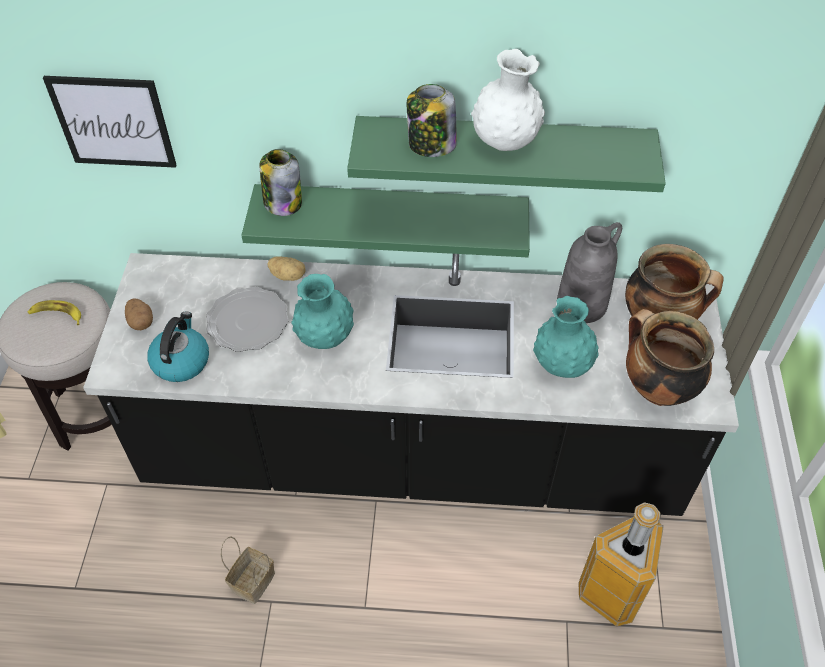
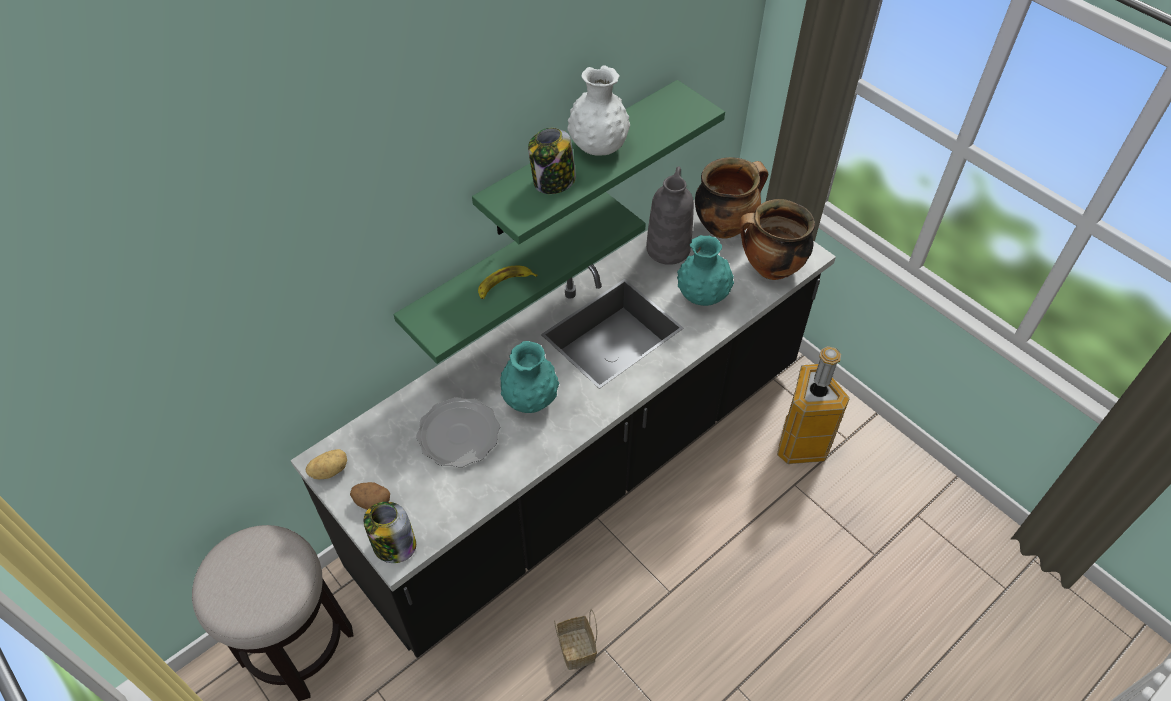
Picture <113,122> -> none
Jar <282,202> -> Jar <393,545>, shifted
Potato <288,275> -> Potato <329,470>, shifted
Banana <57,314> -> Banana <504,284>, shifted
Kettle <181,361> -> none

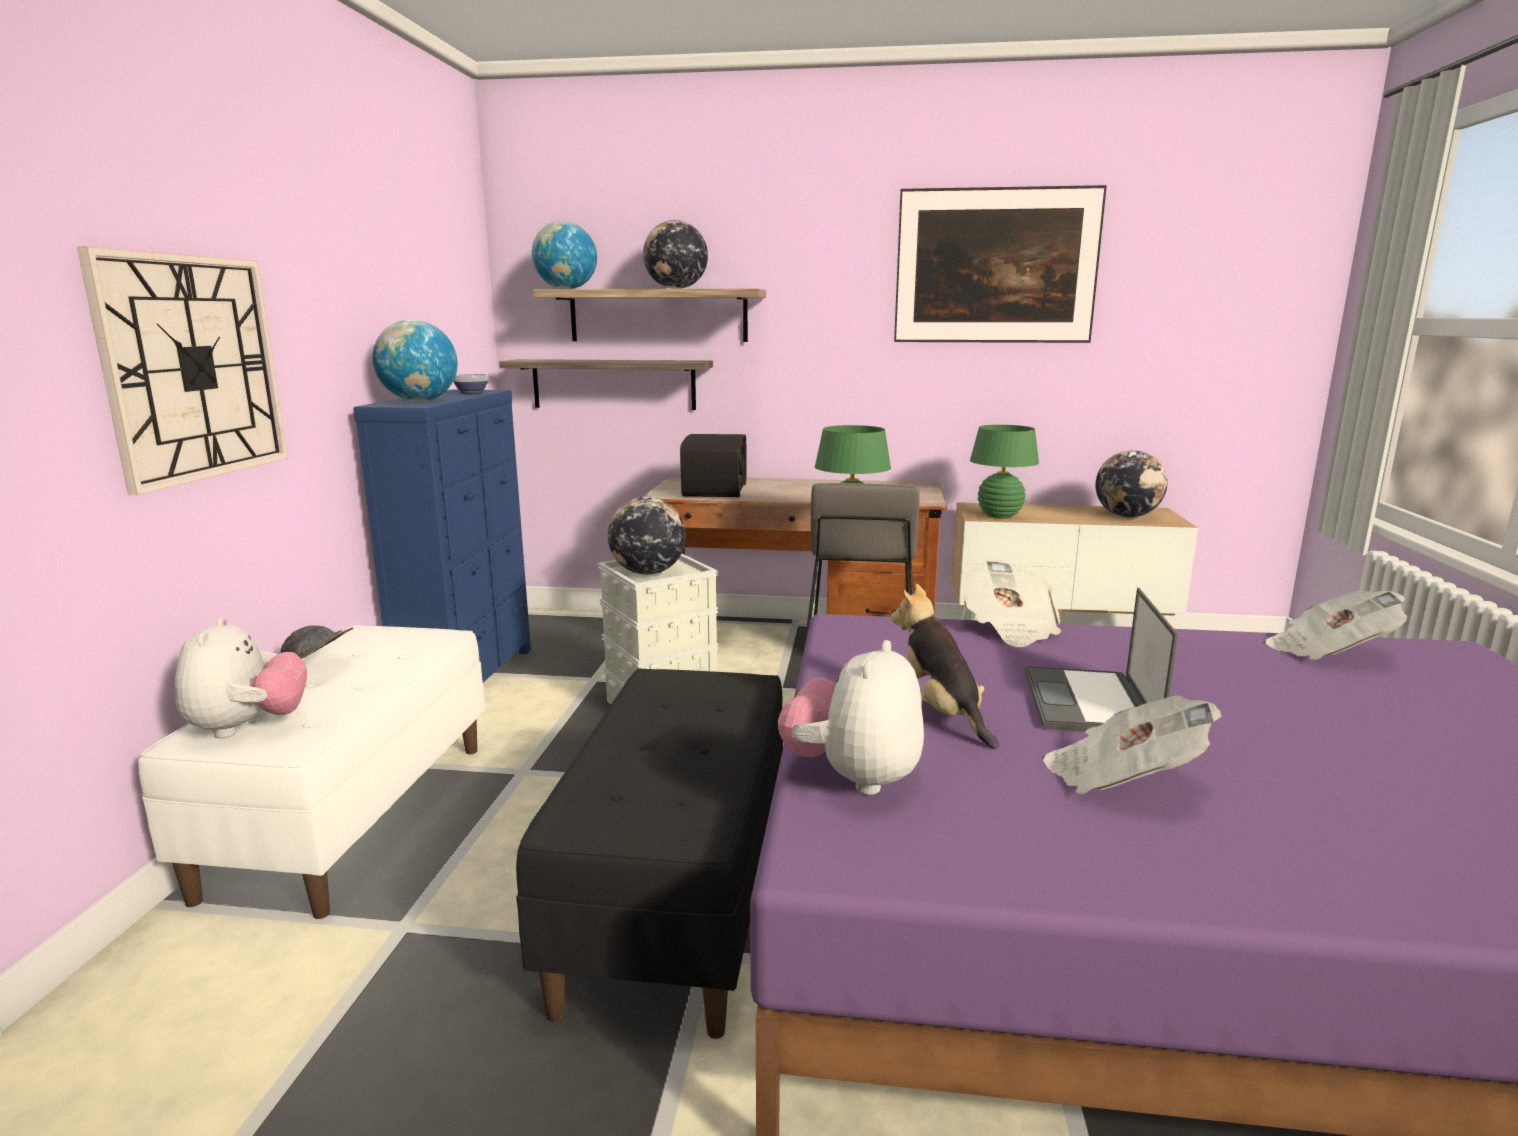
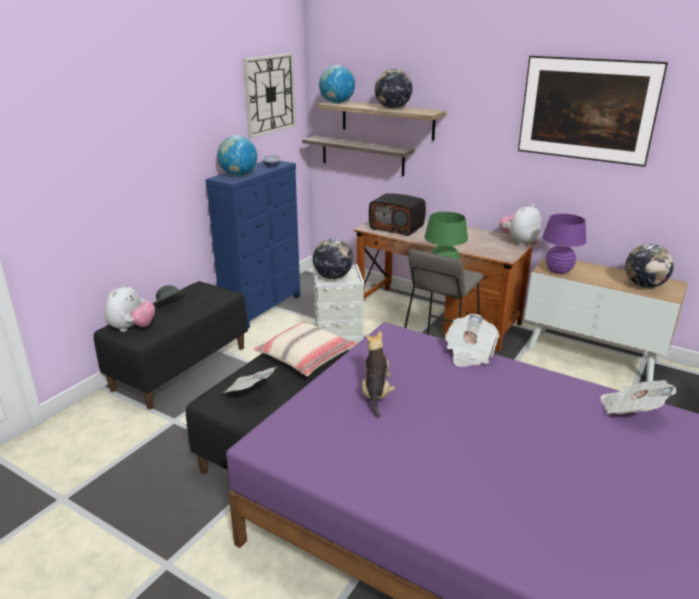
WallClock <193,368> -> WallClock <269,94>, shifted
GreenTableLamp <999,515> -> PurpleTableLamp <558,271>
Radio <713,490> -> Radio <397,227>, 90 degrees clockwise
Laptop <1089,703> -> none
WhiteBench <352,815> -> BlackBench <180,367>
PlushToy <853,777> -> PlushToy <518,241>, shifted
Newspaper <1121,779> -> Newspaper <250,392>, shifted
none -> BeigePillow <306,357>

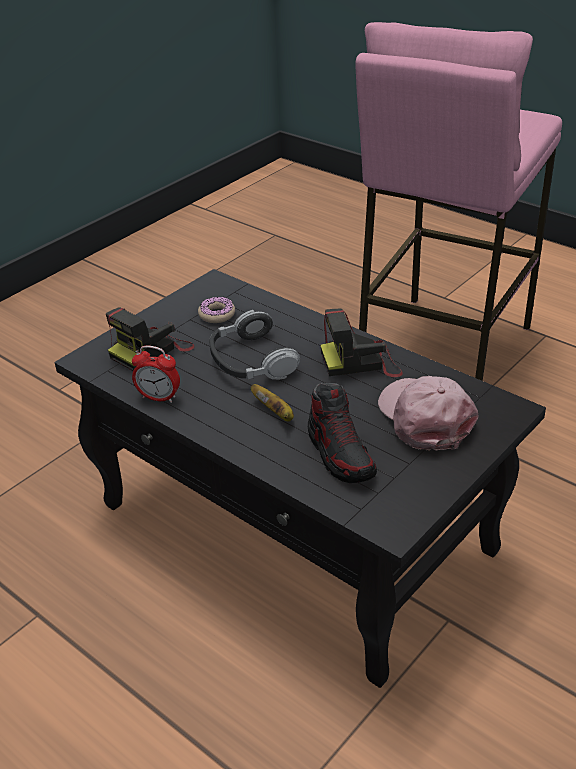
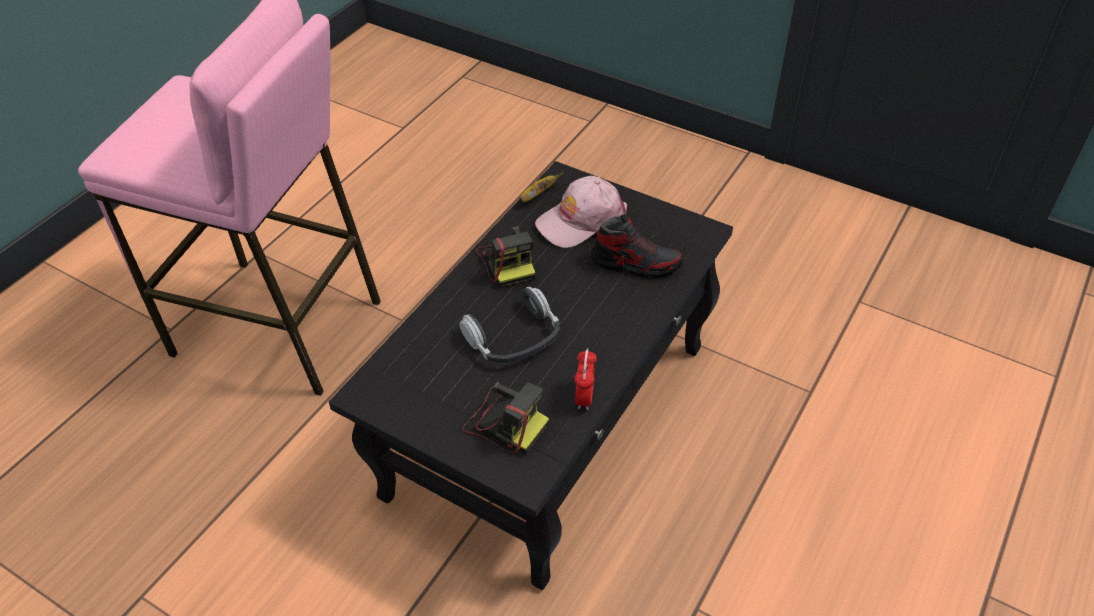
Donut <217,315> -> none
Shoe <340,454> -> Shoe <636,264>, 45 degrees clockwise
Banana <275,413> -> Banana <538,195>, shifted

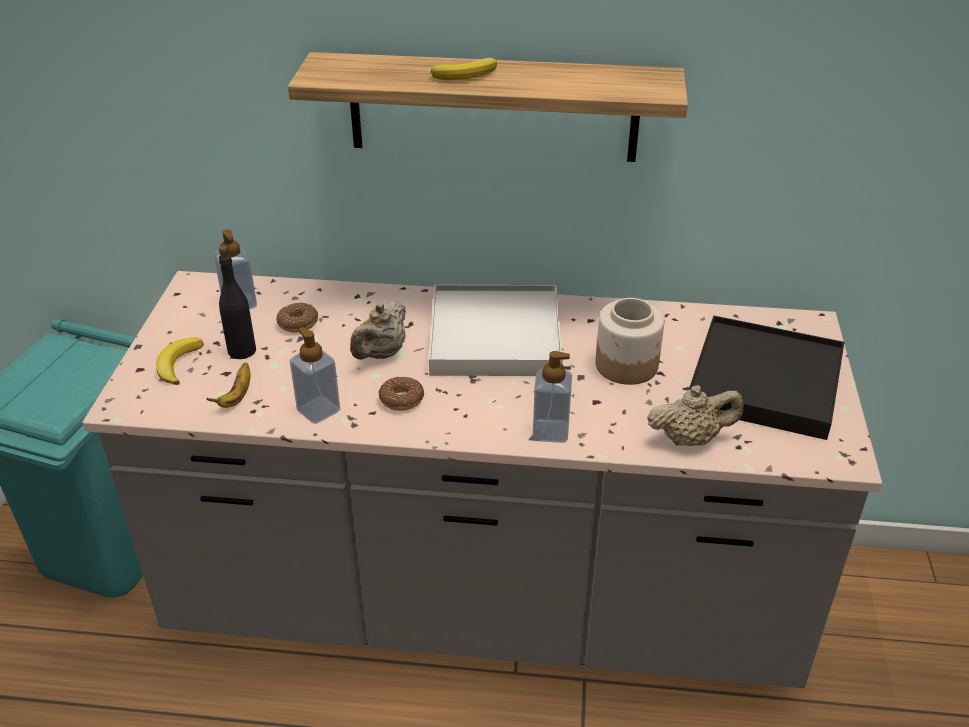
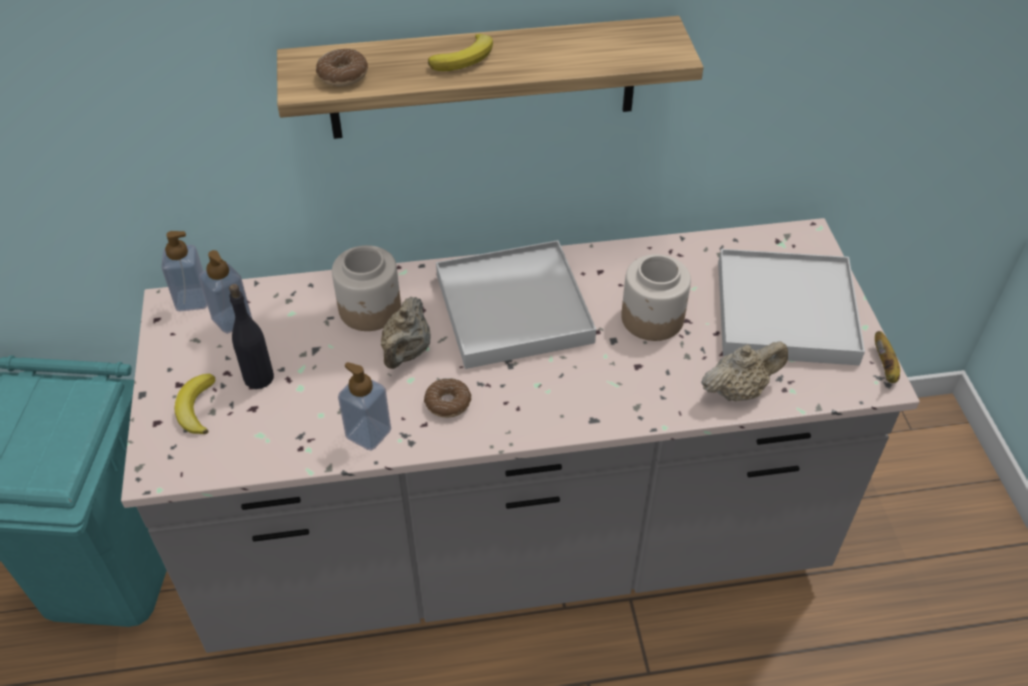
Donut <298,323> -> Donut <343,75>, shifted
BlackTray <764,382> -> WhiteTray <785,311>
SoapDispenser <550,431> -> SoapDispenser <192,300>, shifted
Banana <236,396> -> Banana <885,367>, shifted
none -> Jar <370,309>

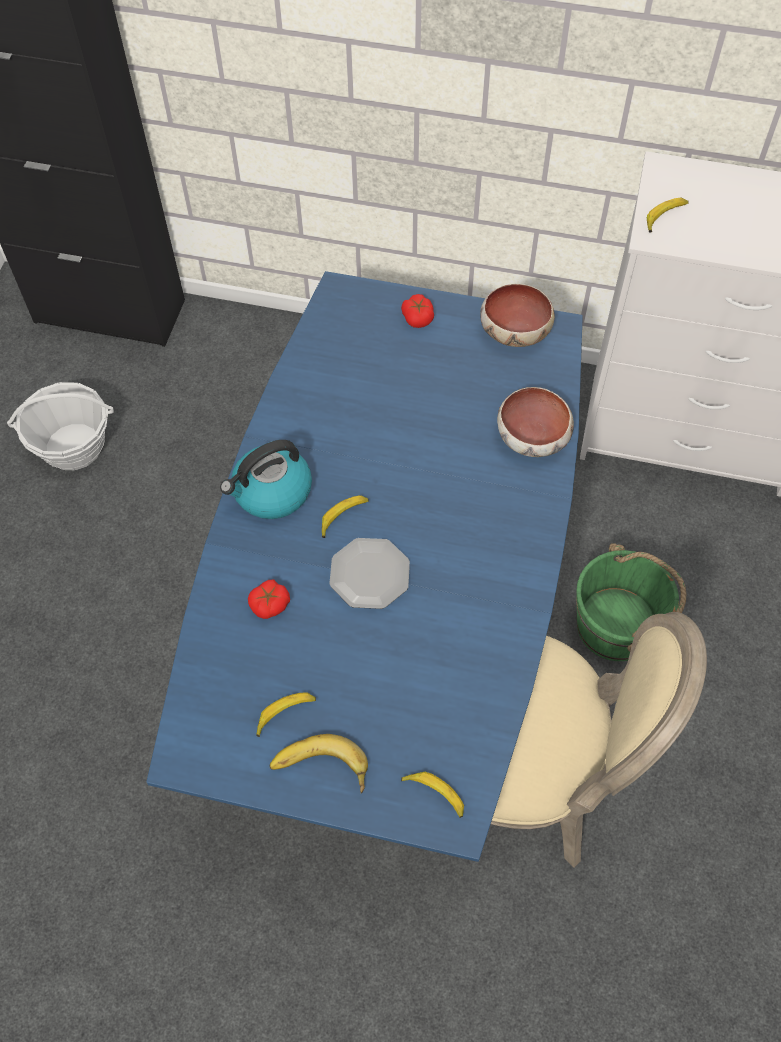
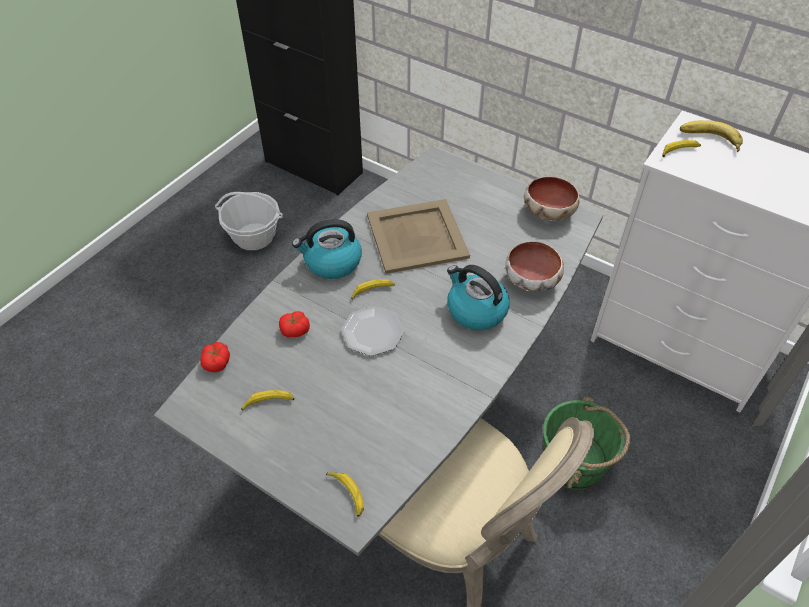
BlueDiningTable <392,640> -> GreyDiningTable <404,418>
Tomato <418,317> -> Tomato <217,362>, shifted
Banana <320,771> -> Banana <709,141>, shifted
none -> BeigeTray <417,235>
none -> Kettle <475,310>

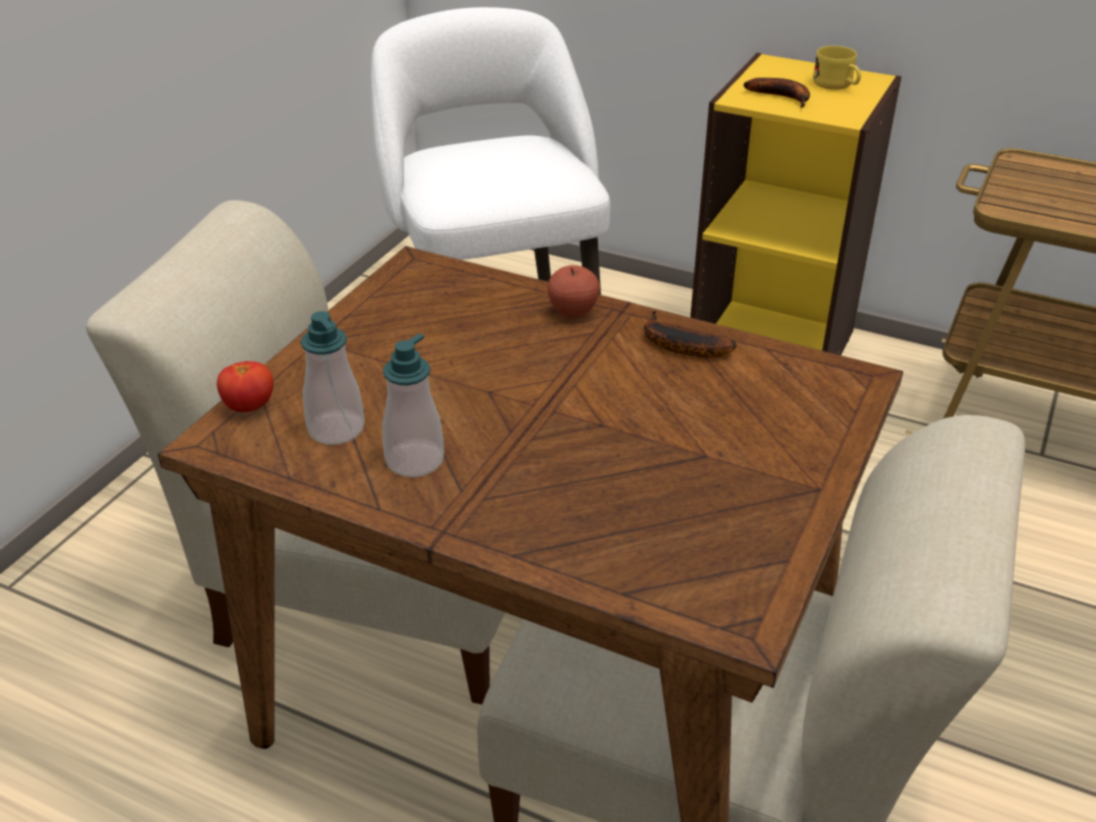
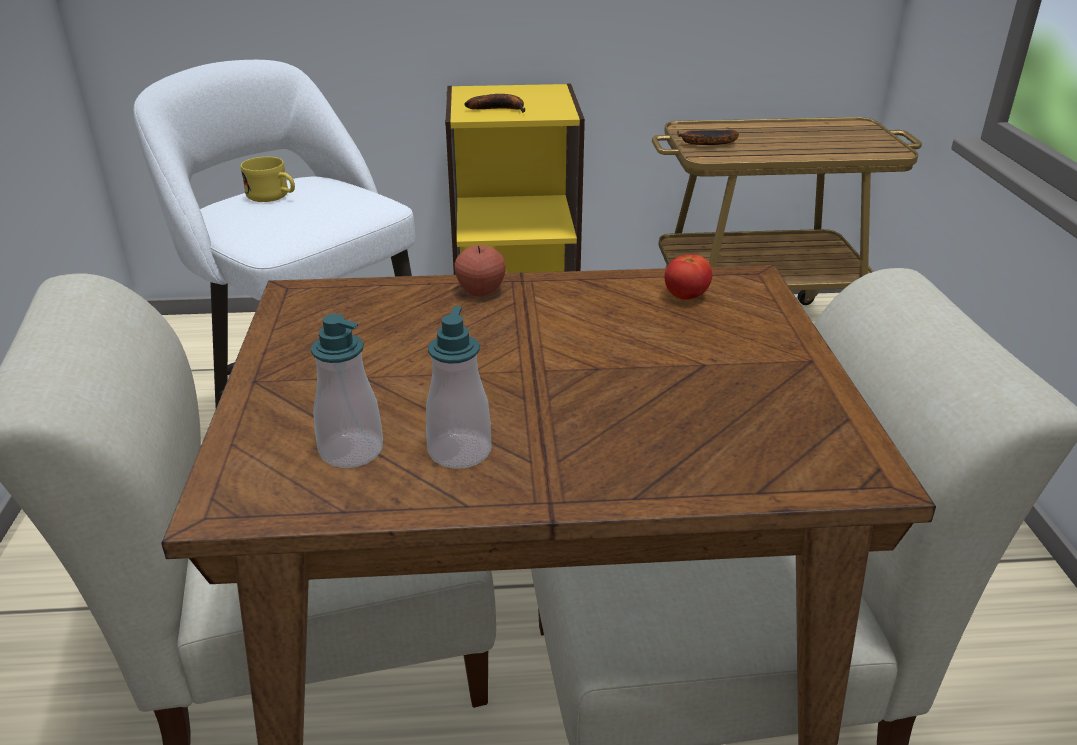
YellowMug <837,85> -> YellowMug <273,197>, shifted
Banana <678,345> -> Banana <705,143>, shifted
Tomato <250,407> -> Tomato <686,296>, shifted

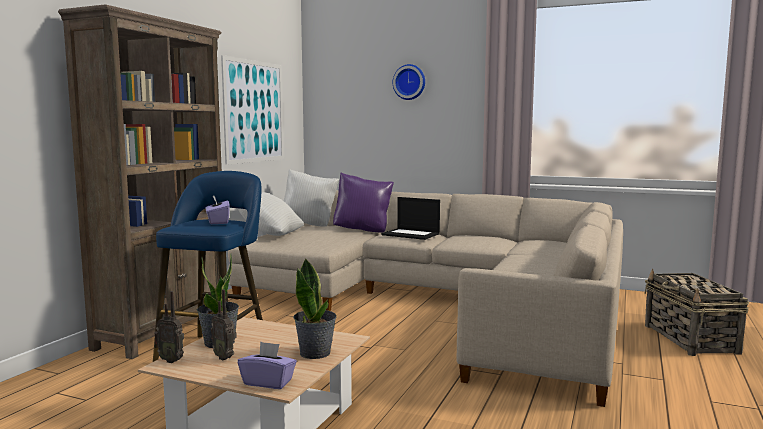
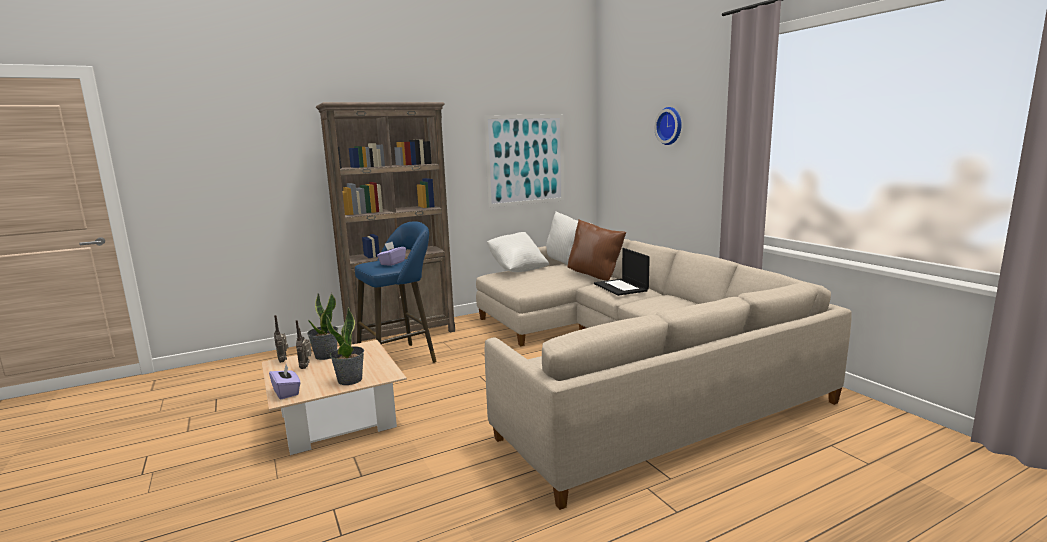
PurplePillow <363,231> -> BrownPillow <595,276>
Basket <690,339> -> none

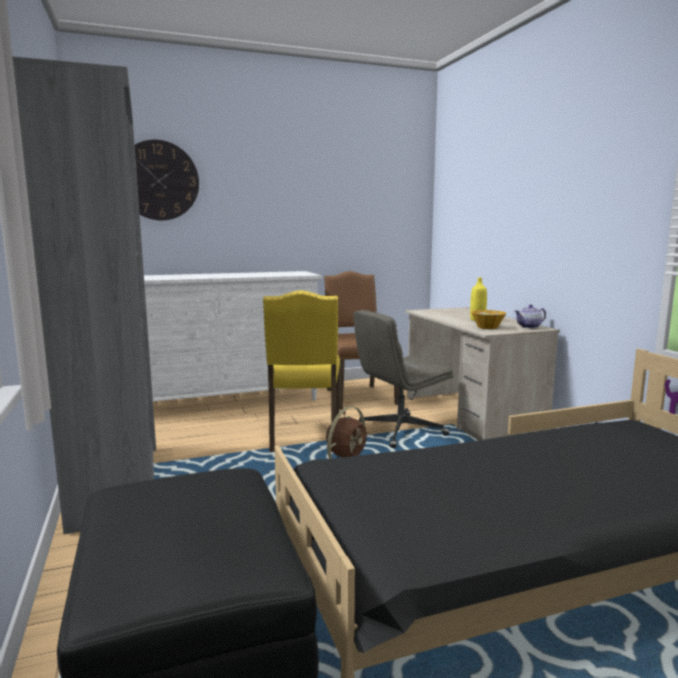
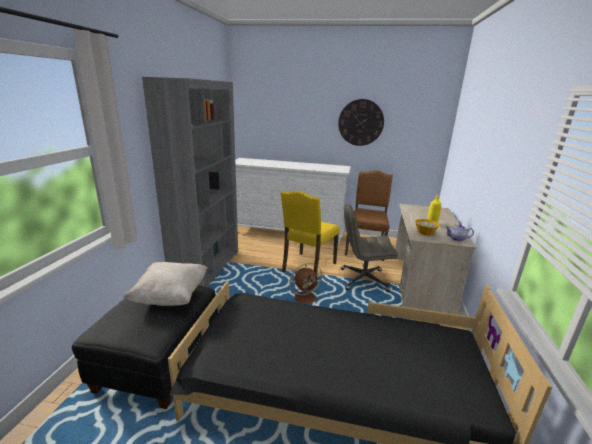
WallClock <159,180> -> WallClock <360,122>, shifted
none -> BeigePillow <170,296>

